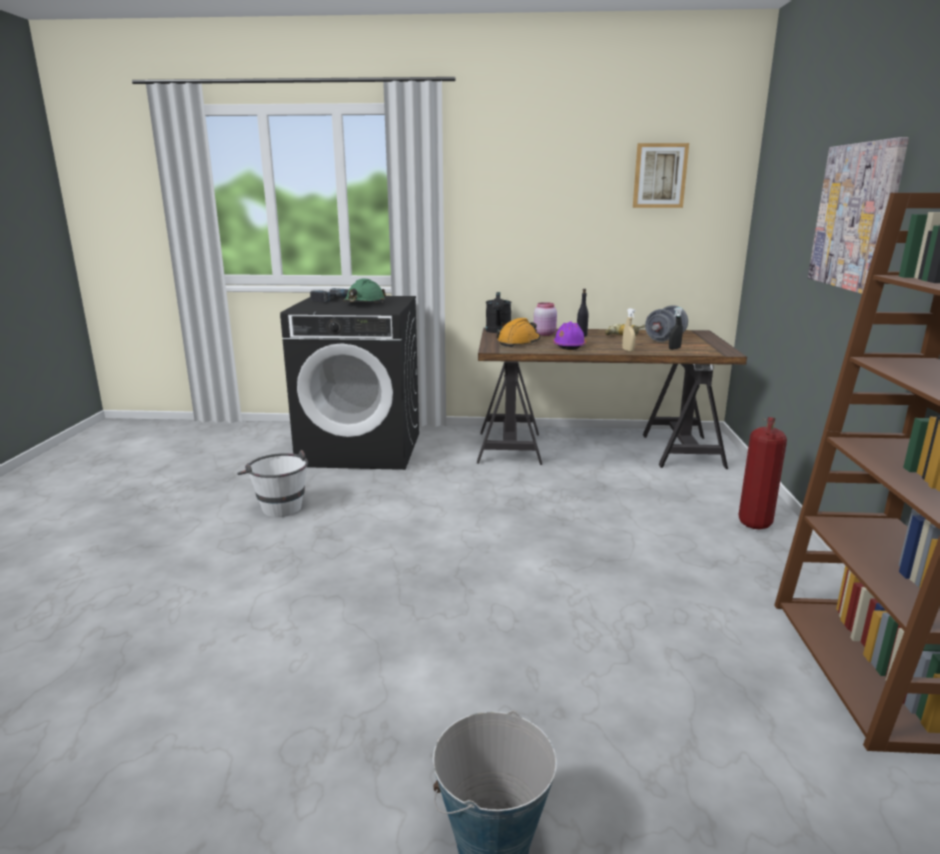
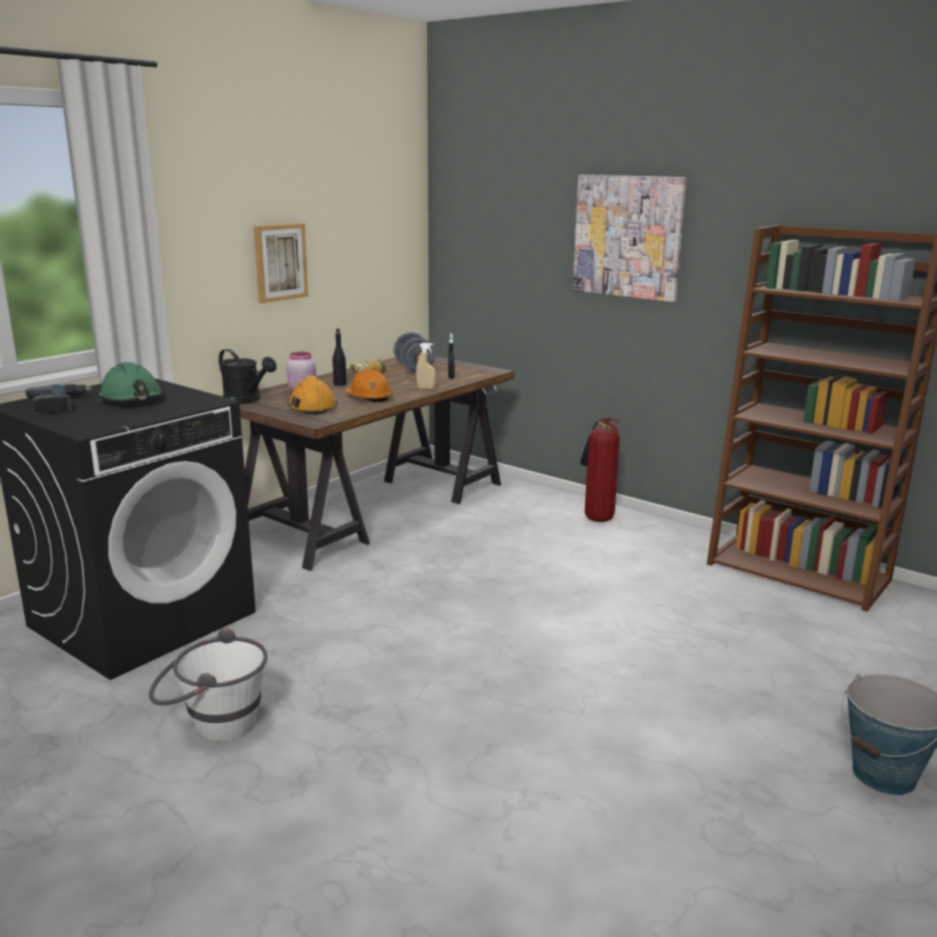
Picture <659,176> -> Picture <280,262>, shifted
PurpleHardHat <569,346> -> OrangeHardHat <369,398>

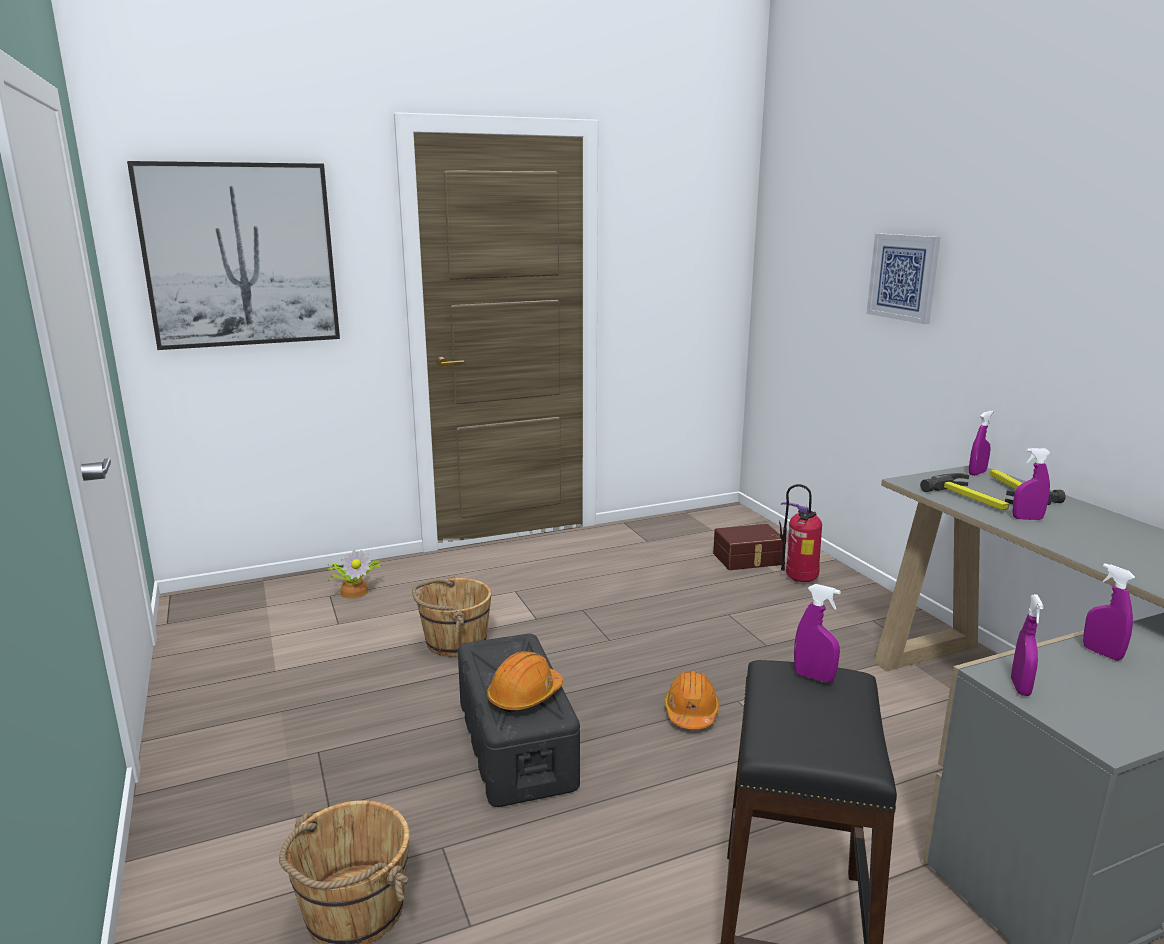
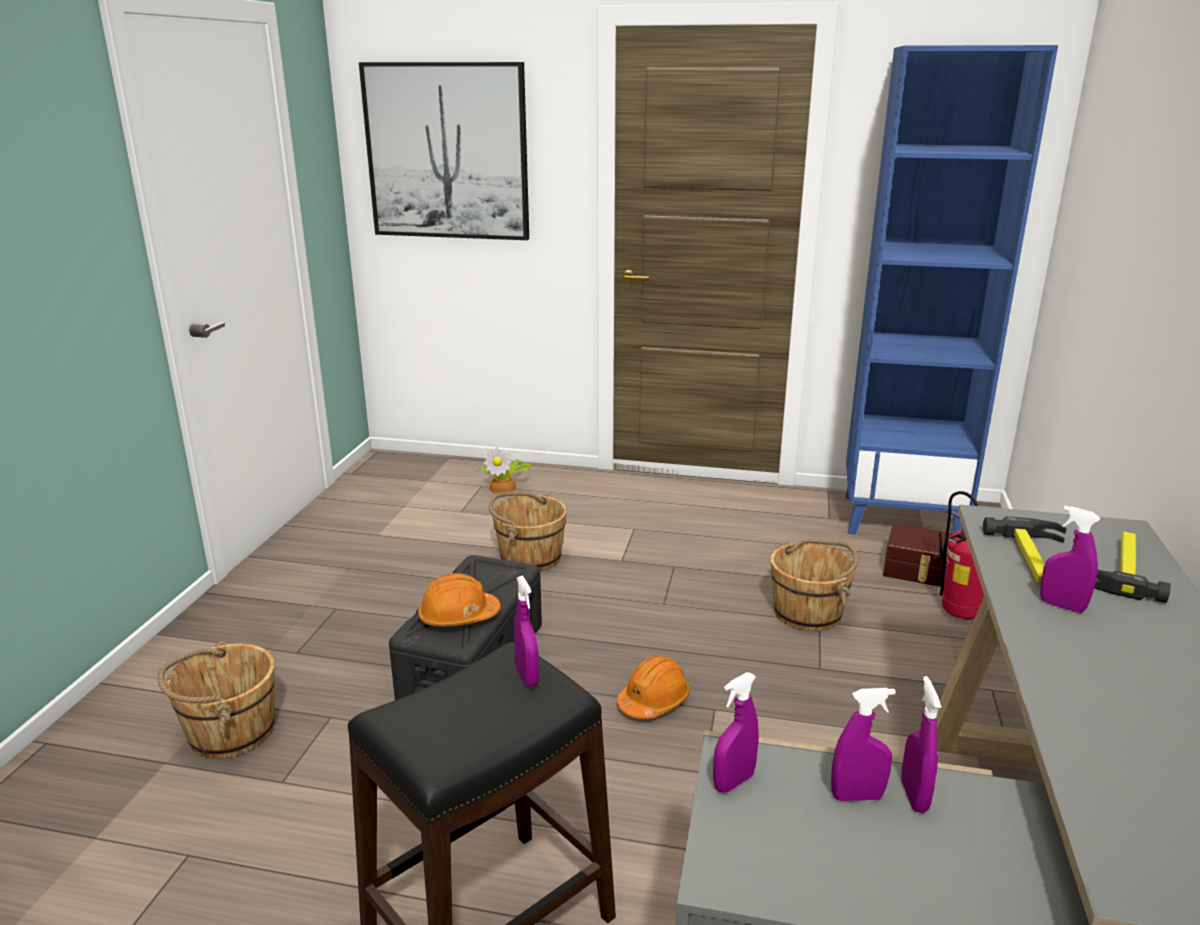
Picture <903,277> -> none
PurpleSprayBottle <977,473> -> PurpleSprayBottle <857,796>, shifted
none -> BlueBookcase <902,518>
none -> BrownBucket <808,612>

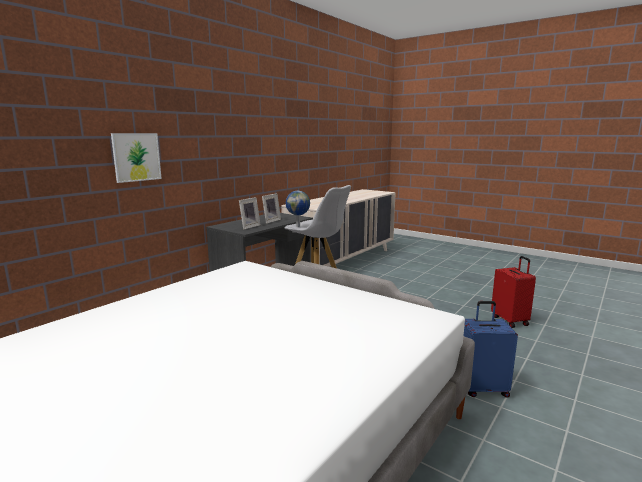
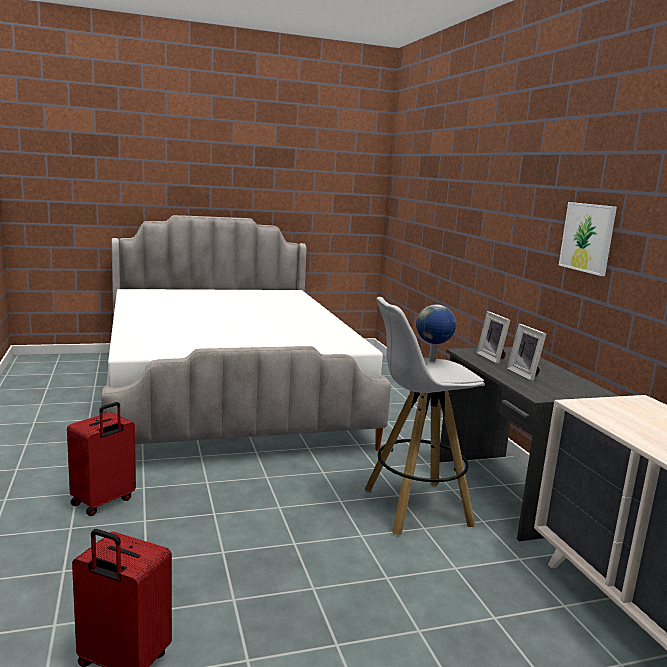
Picture <136,157> -> Picture <587,237>, shifted
BlueSuitcase <482,388> -> RedSuitcase <103,502>

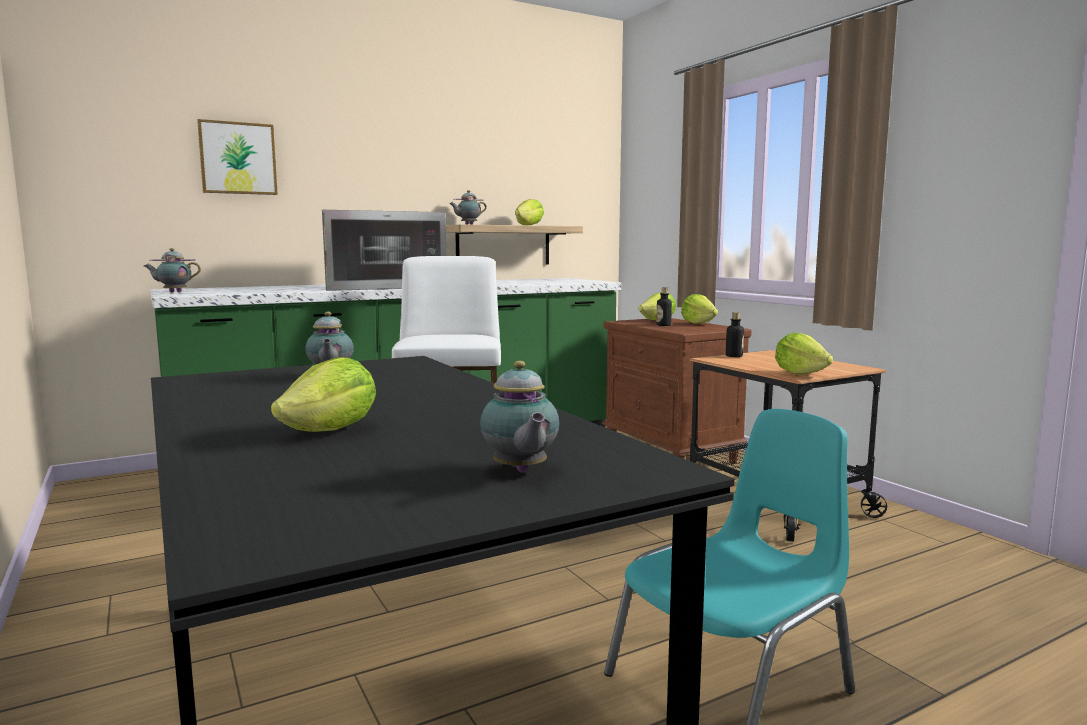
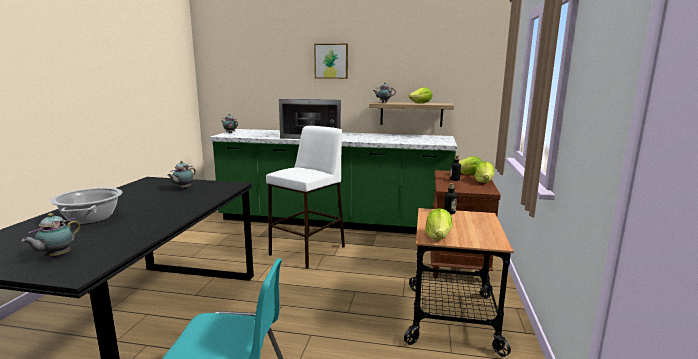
Picture <238,158> -> Picture <331,61>, shifted
Lettuce <332,431> -> CookingPot <91,218>

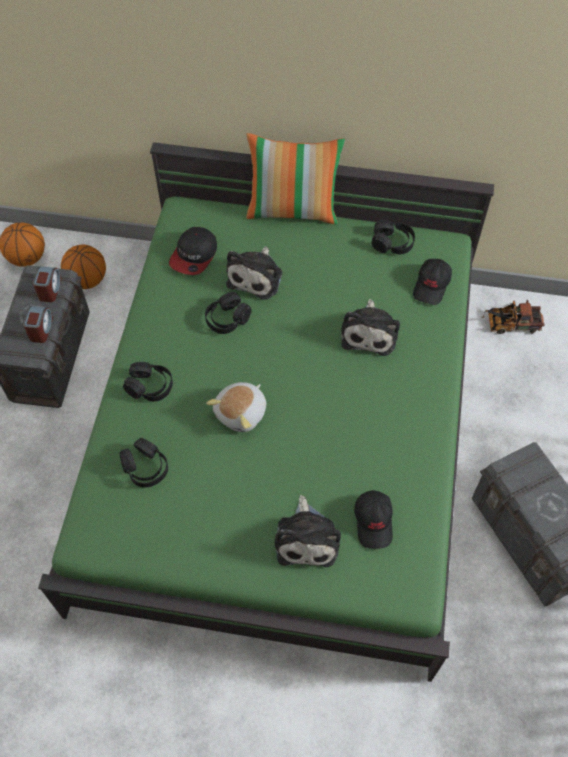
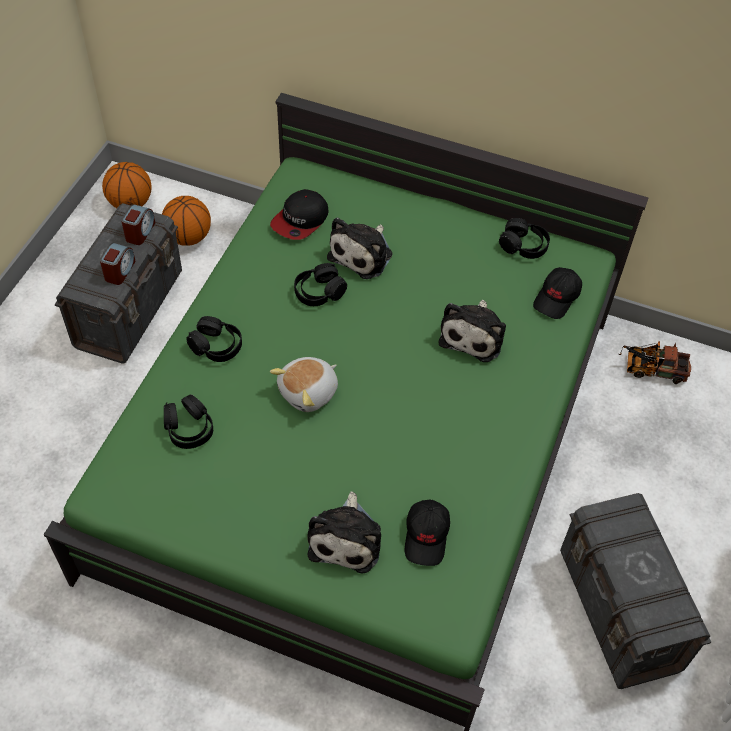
Pillow <293,210> -> none

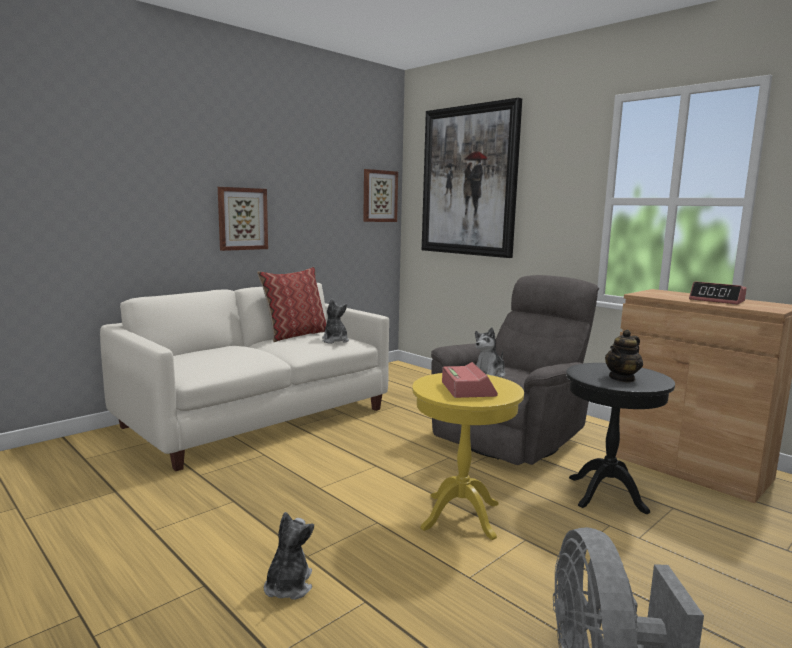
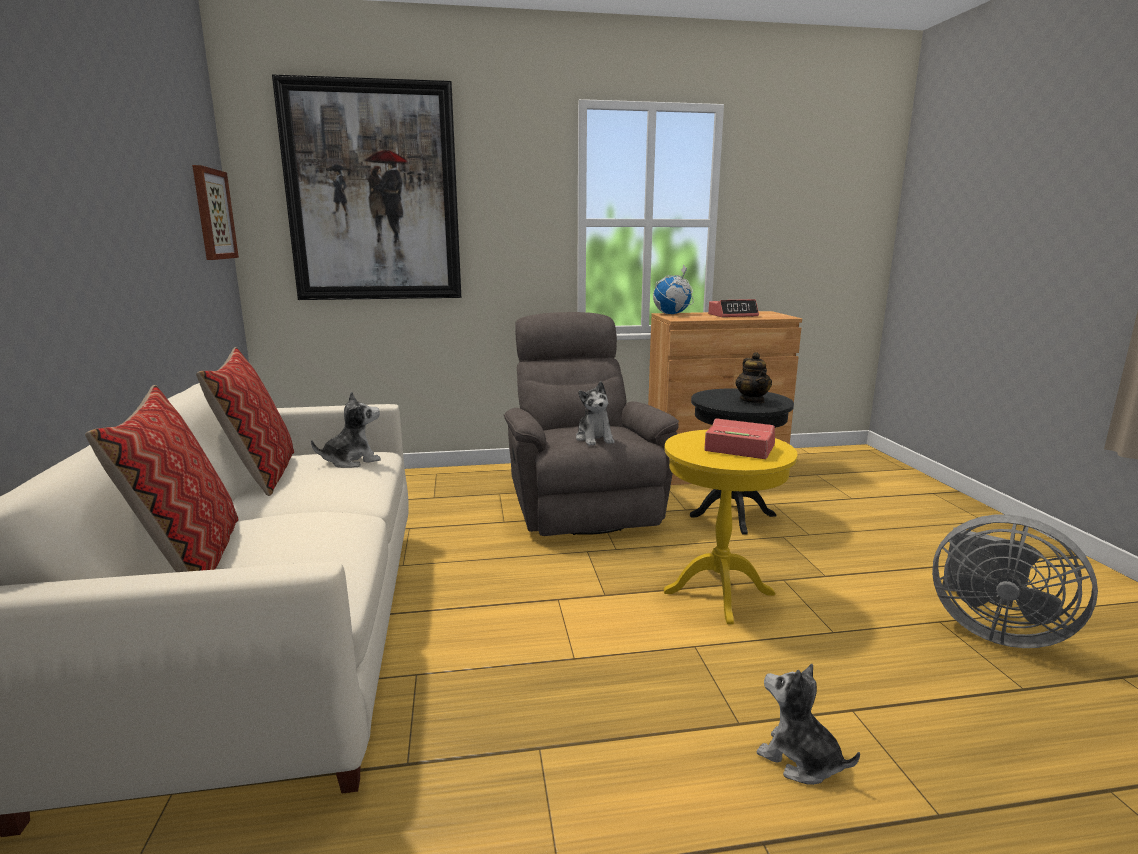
Picture <242,219> -> none
PlushToy <335,341> -> PlushToy <351,461>, 135 degrees clockwise
none -> Globe <672,314>
none -> Pillow <190,558>

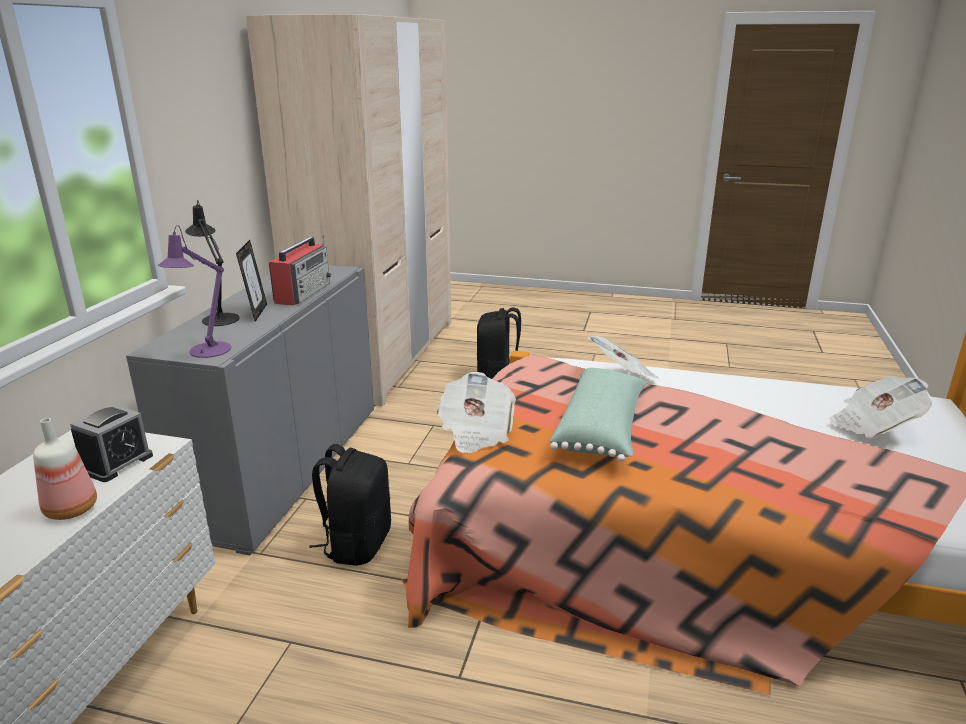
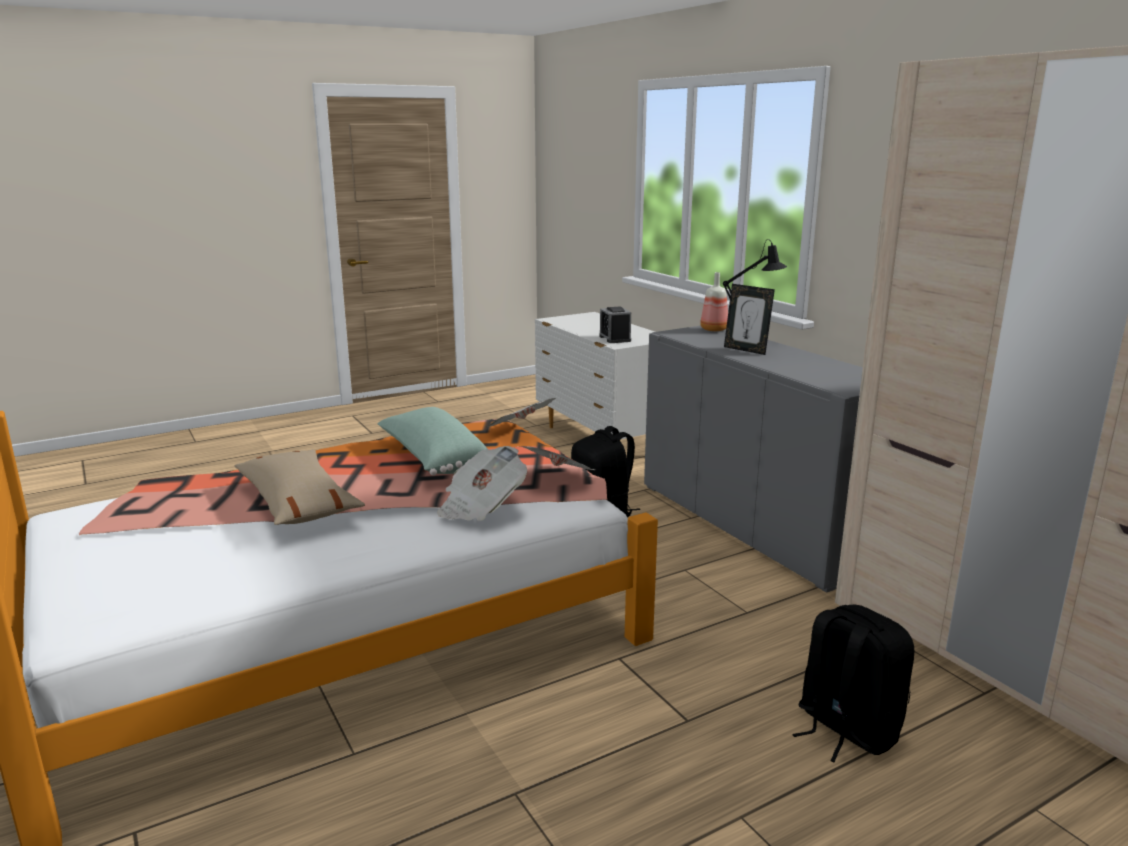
PurpleTableLamp <206,352> -> none
Radio <303,293> -> none
Newspaper <874,425> -> Newspaper <559,479>, shifted
Bottle <72,508> -> Bottle <714,329>, shifted
none -> BeigePillow <298,502>

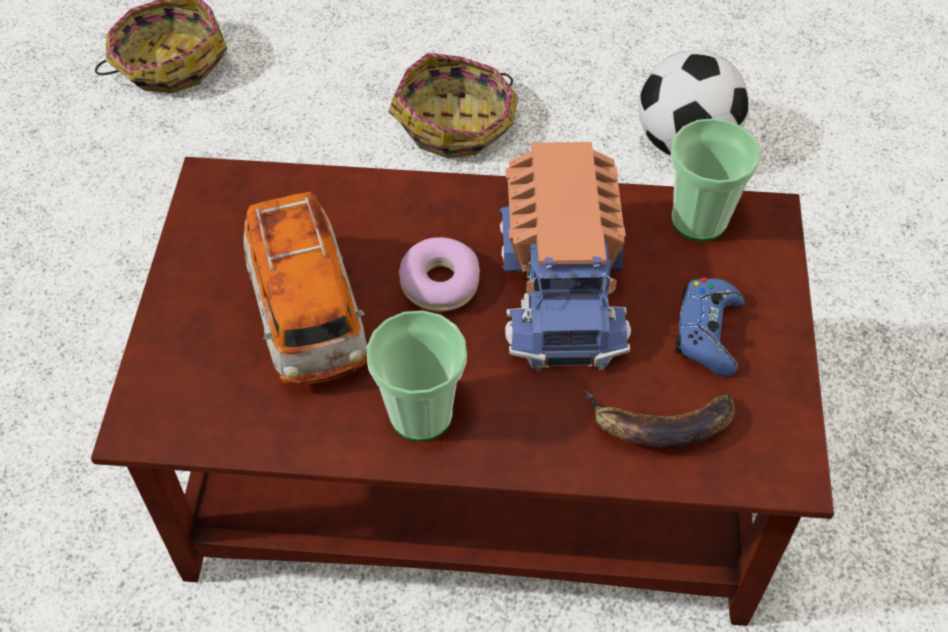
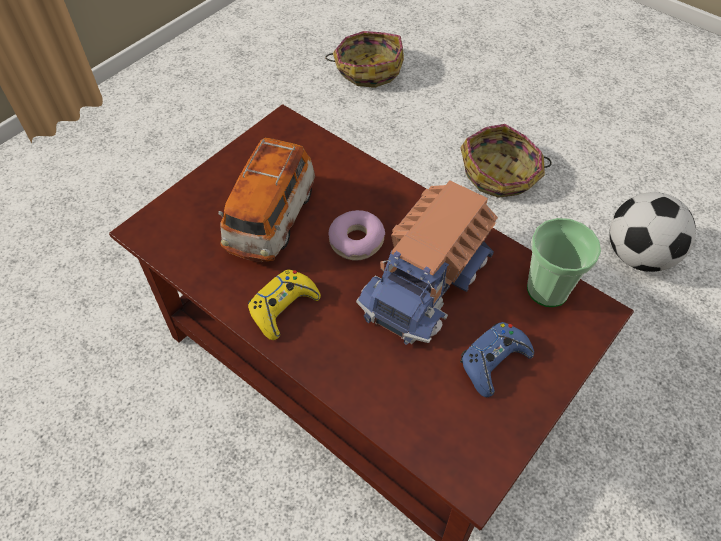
Cup <421,414> -> YellowGameController <283,308>
Banana <660,424> -> none

